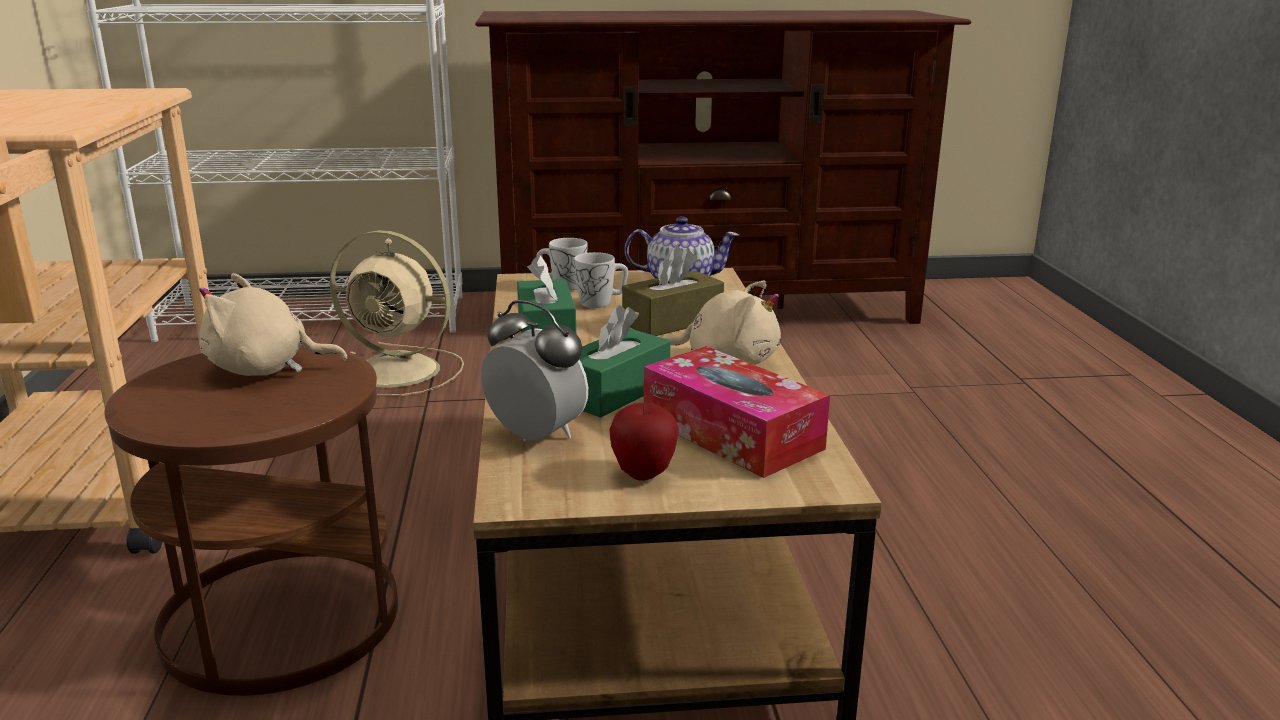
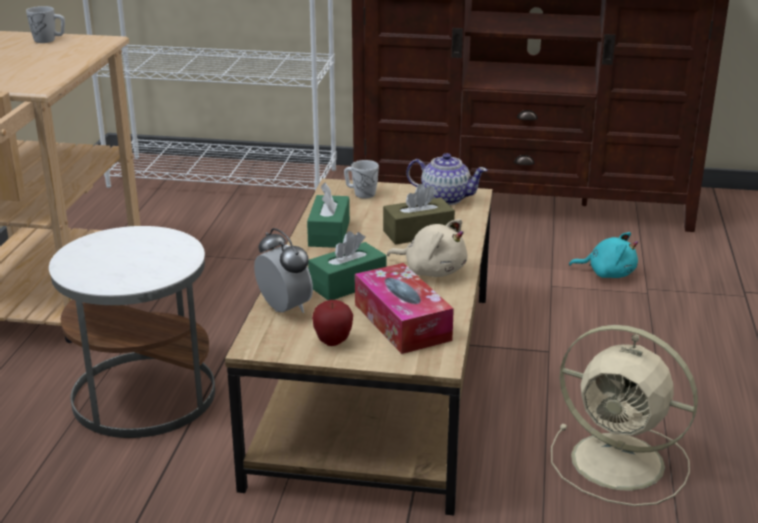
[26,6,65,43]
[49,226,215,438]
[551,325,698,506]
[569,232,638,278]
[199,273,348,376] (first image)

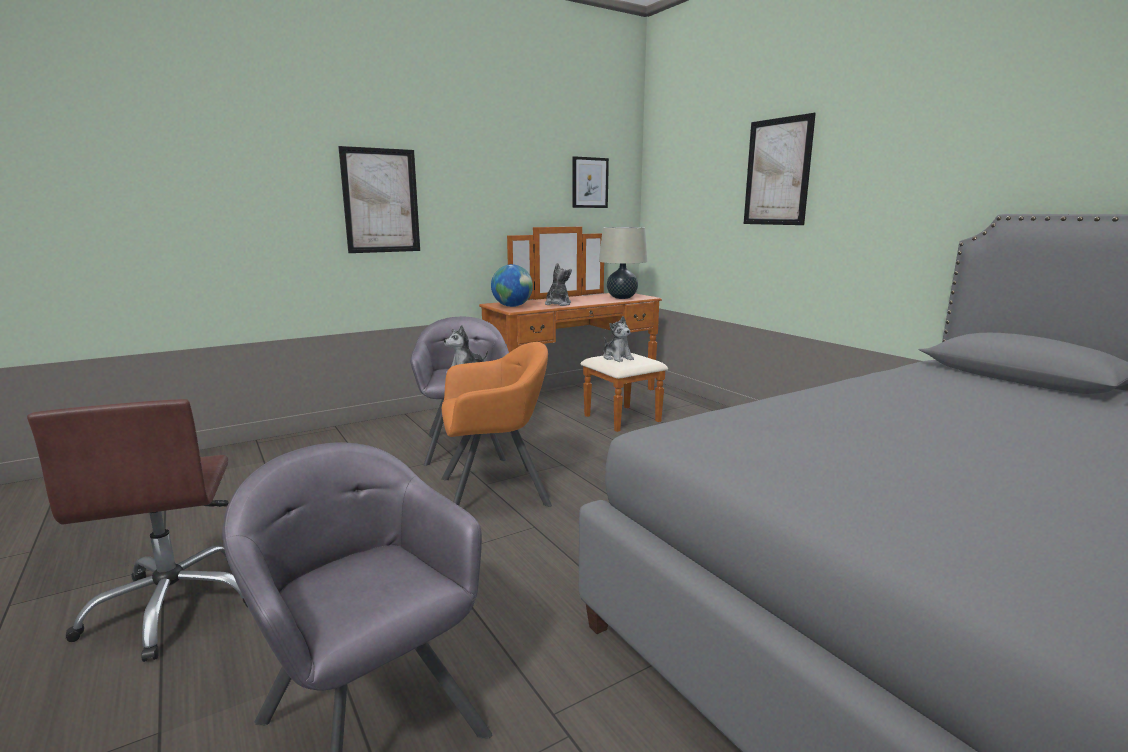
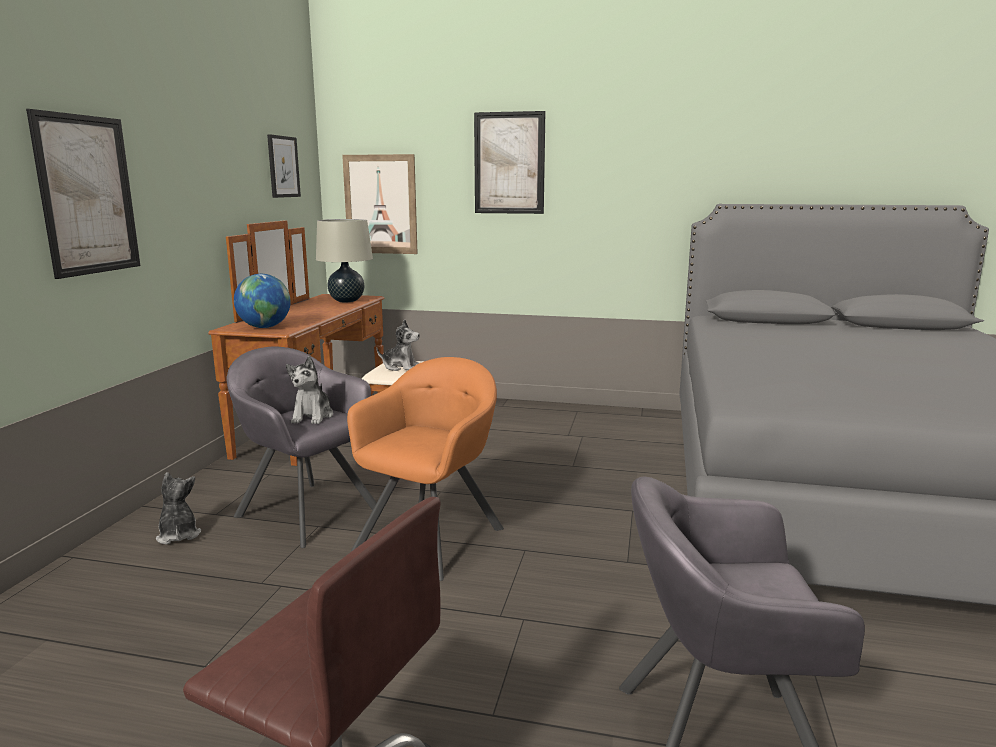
[156,472,201,544]
[342,154,418,254]

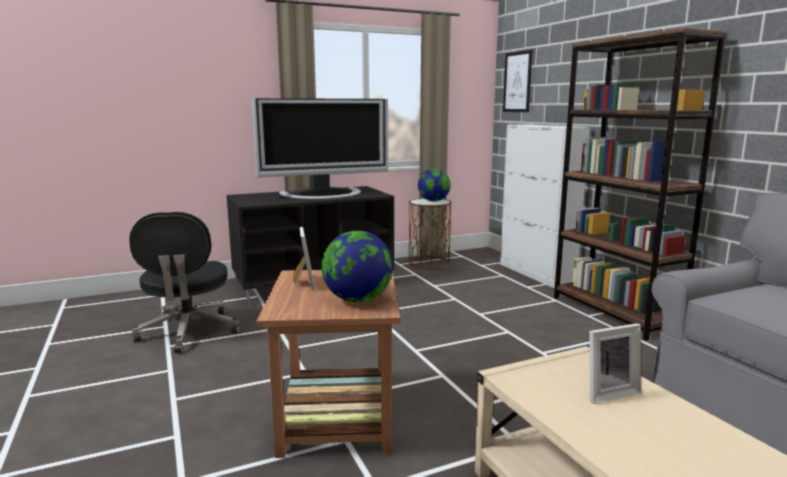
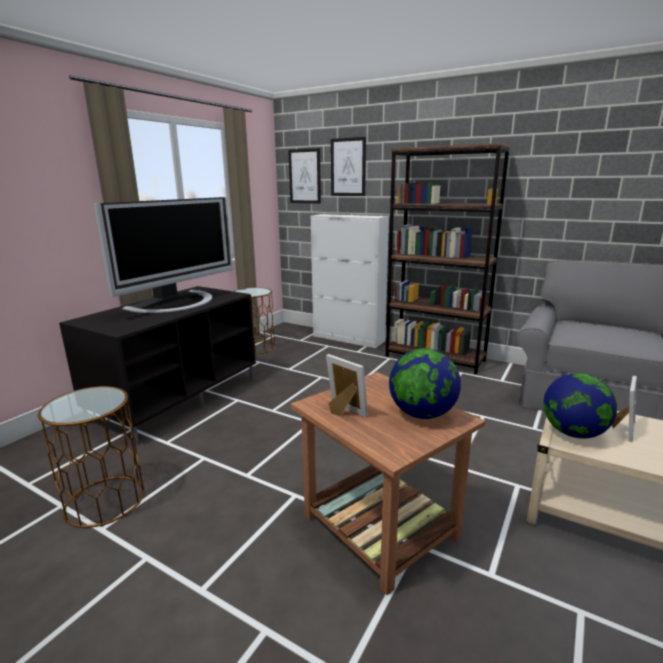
[38,386,144,528]
[331,137,366,196]
[543,373,617,439]

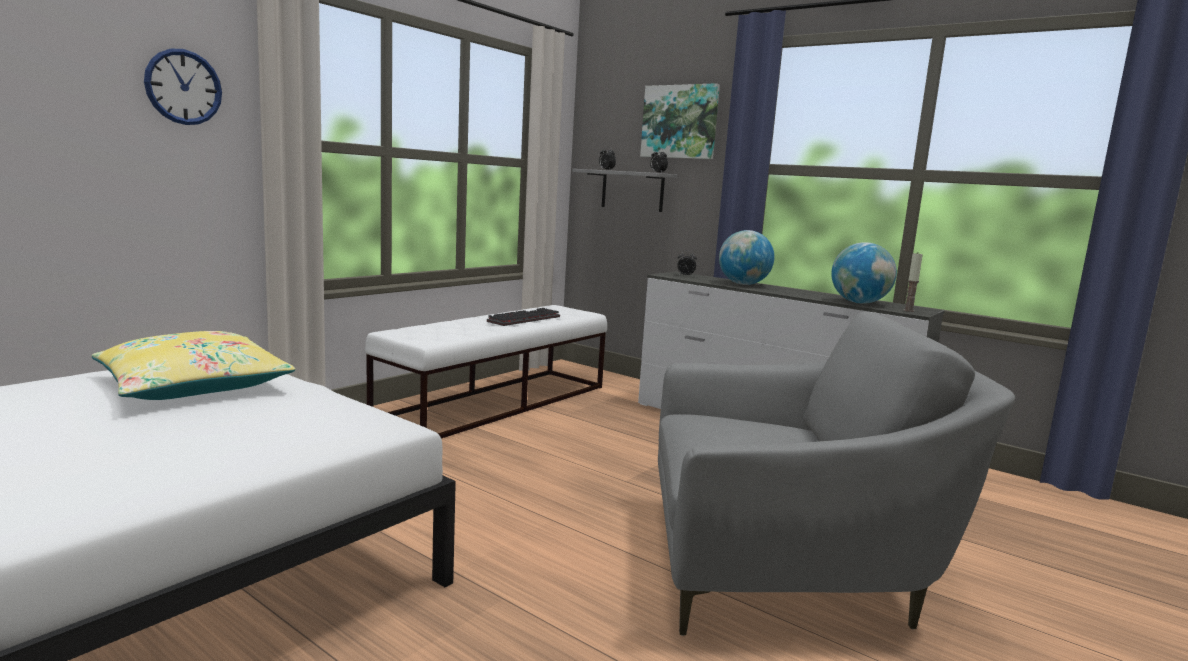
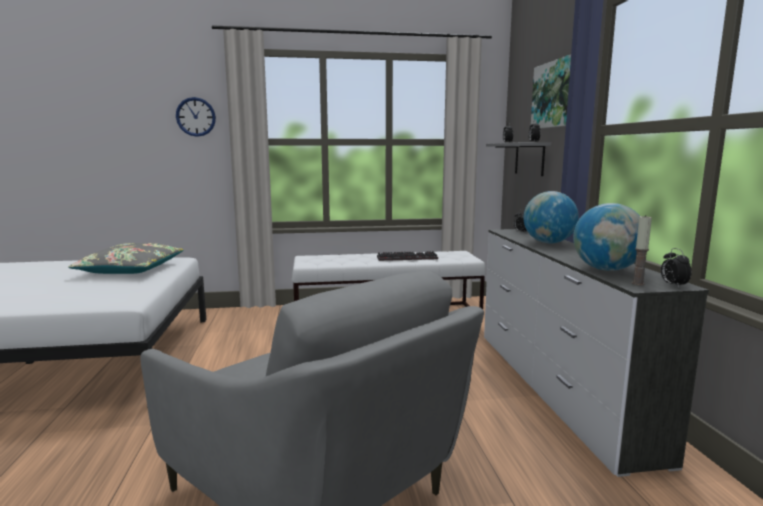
[68,243,184,274]
[661,248,692,287]

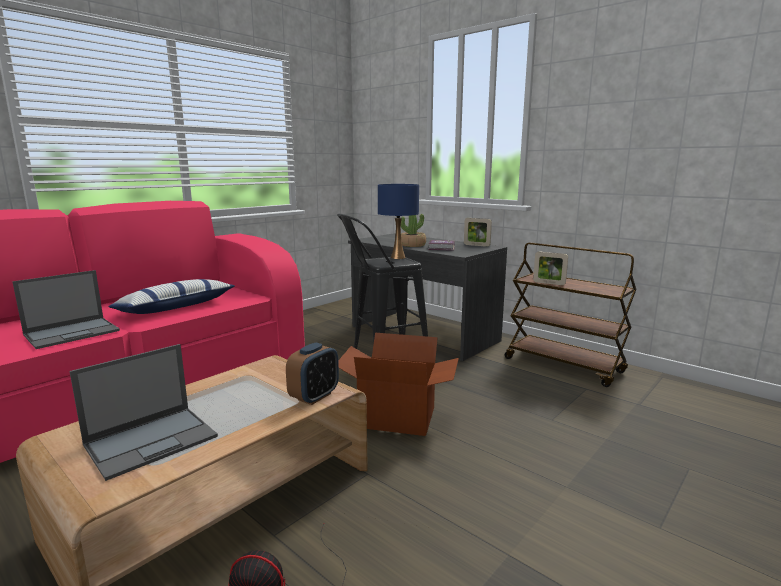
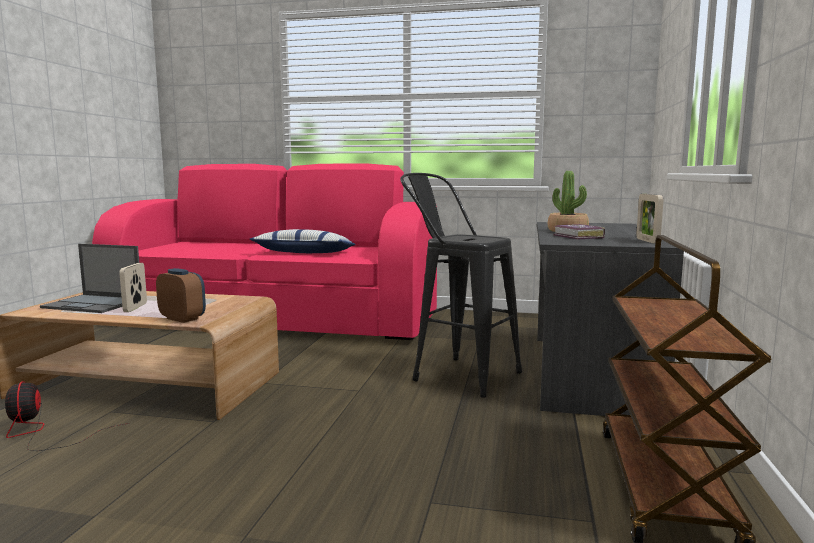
[119,263,147,312]
[156,268,206,323]
[12,270,120,349] (first image)
[338,333,459,436] (first image)
[378,184,419,259] (first image)

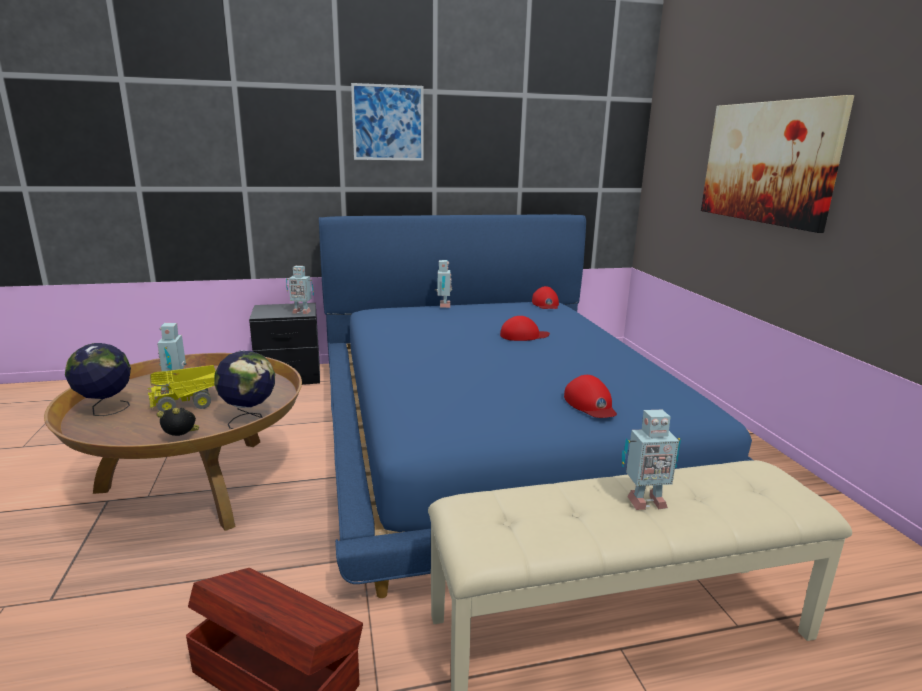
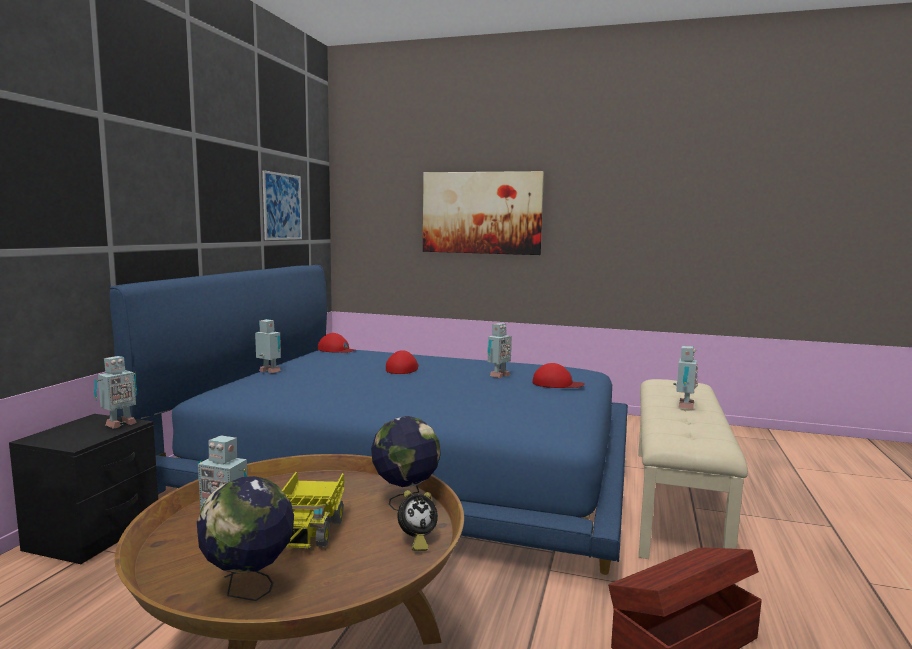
[262,170,302,240]
[397,490,438,551]
[487,323,512,378]

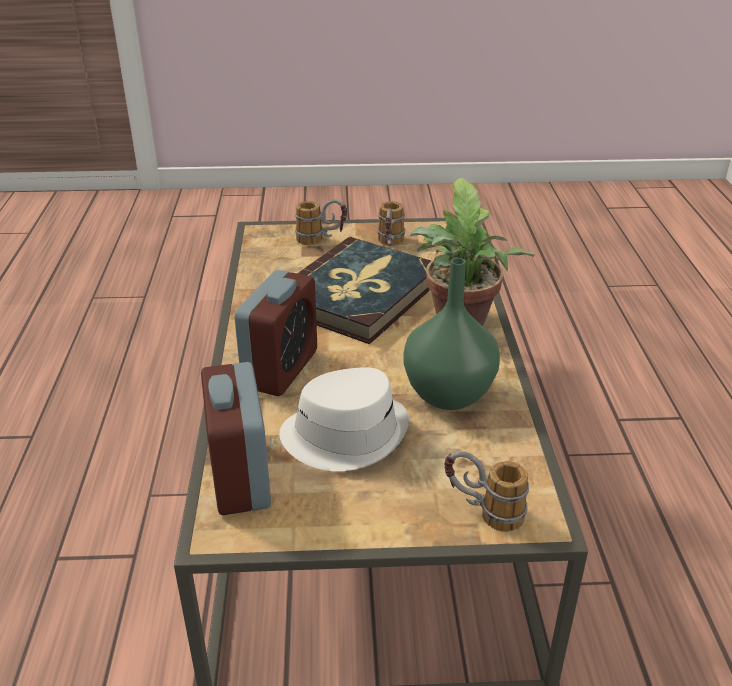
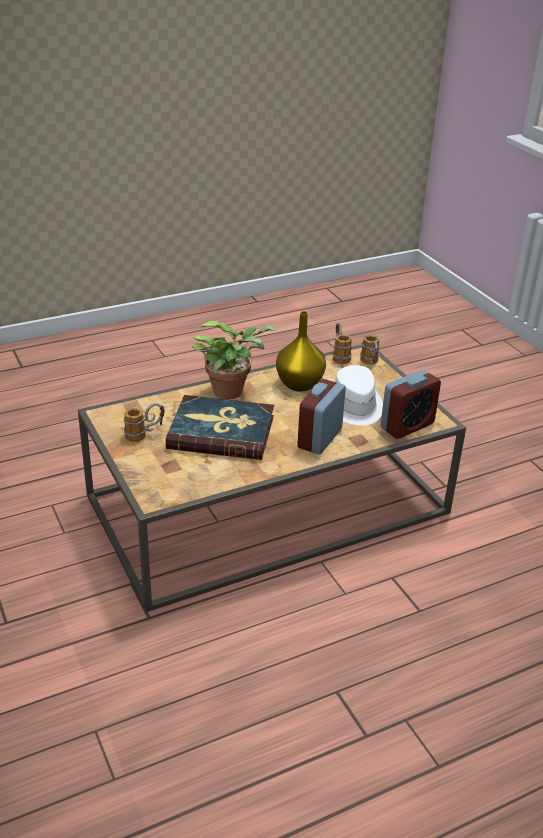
[276,311,326,392]
[297,379,346,454]
[333,323,352,364]

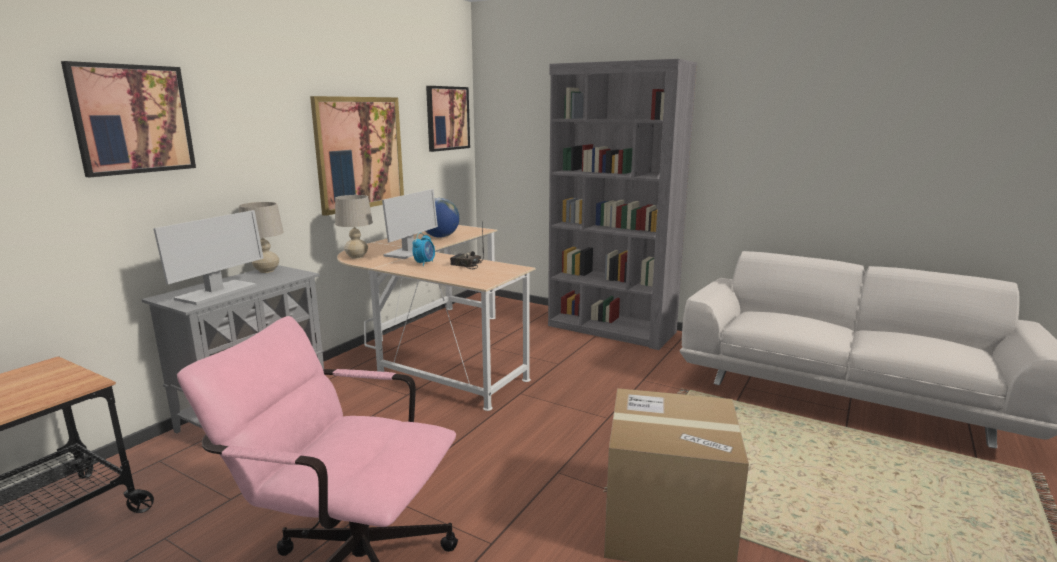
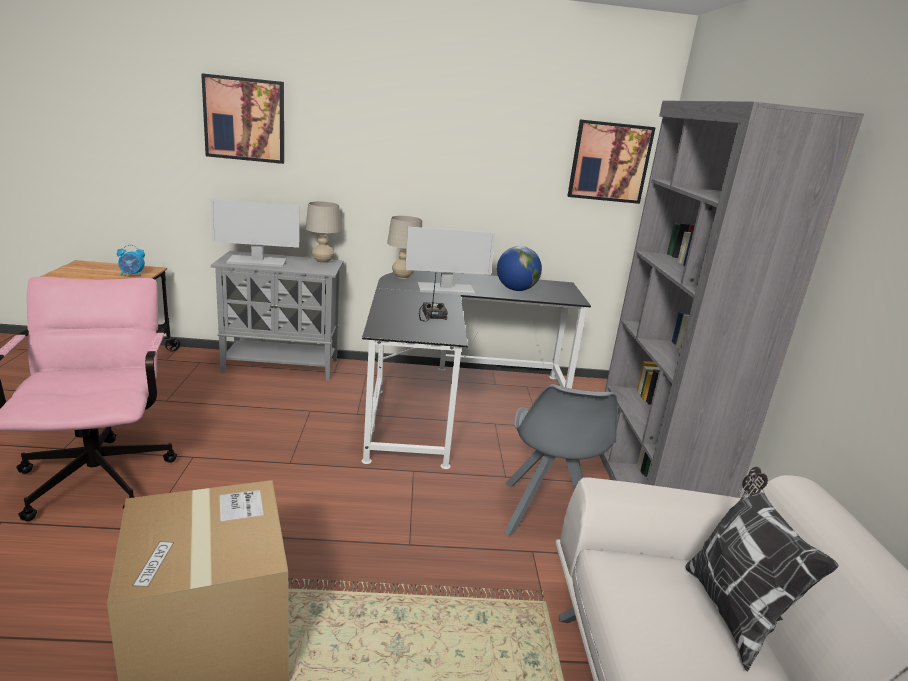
[117,245,145,276]
[362,271,591,469]
[504,384,618,536]
[686,467,839,671]
[310,96,404,216] (first image)

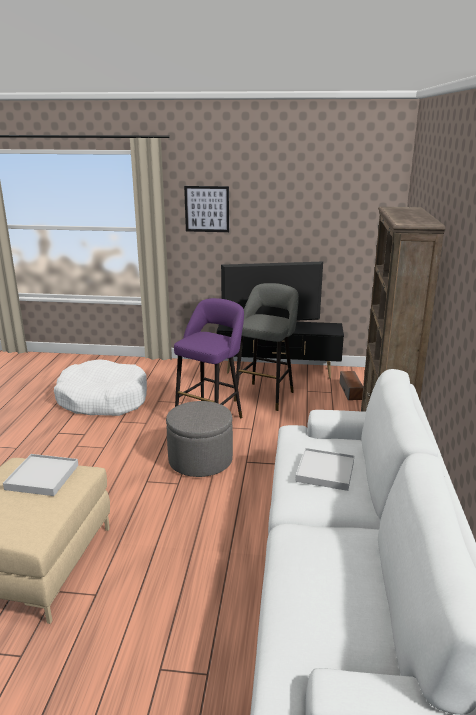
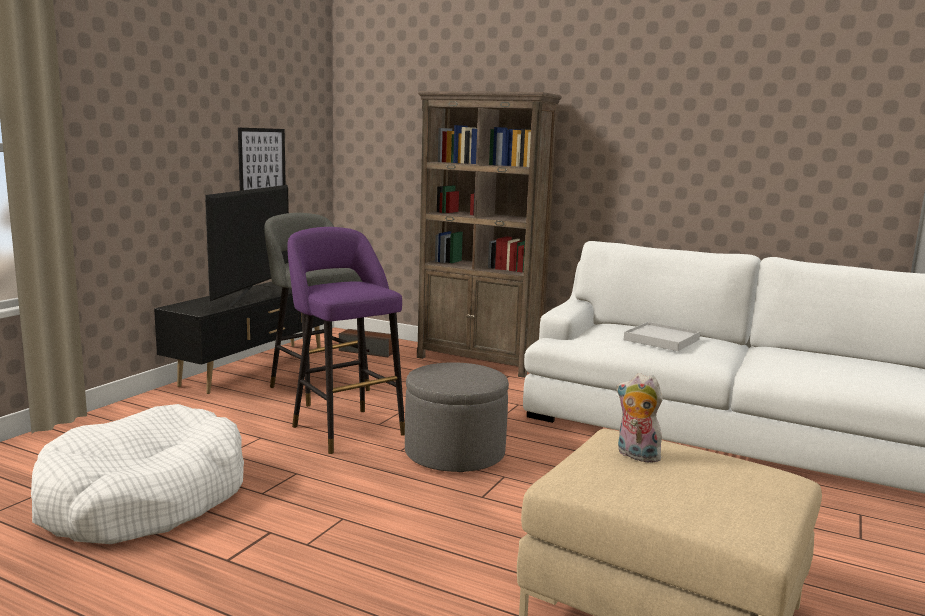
[238,128,286,191]
[616,373,665,463]

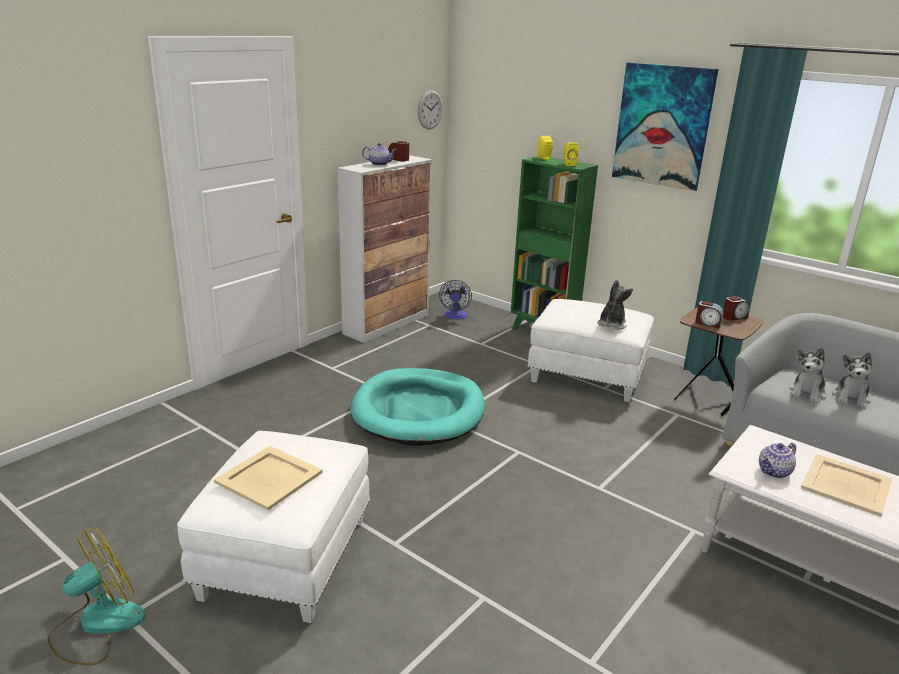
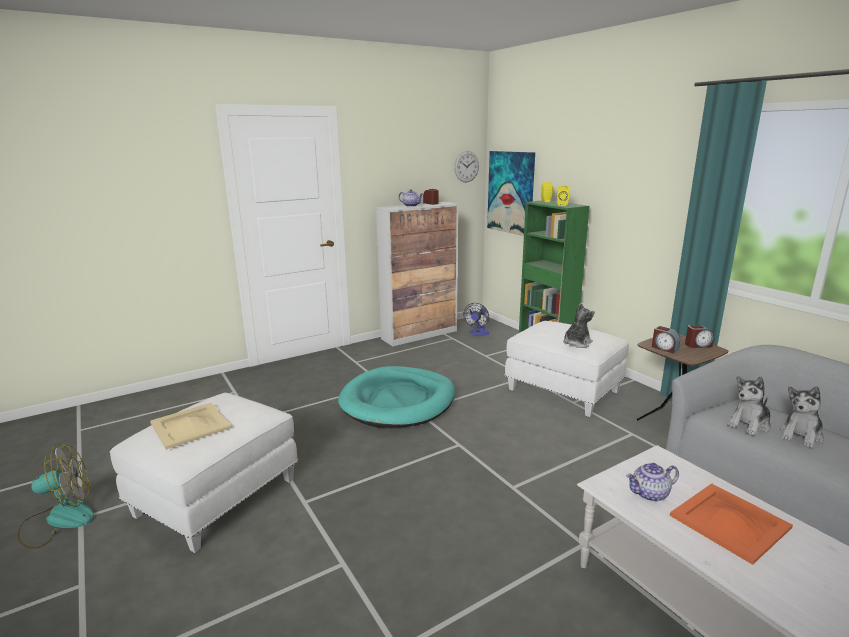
[487,151,535,236]
[670,483,793,565]

